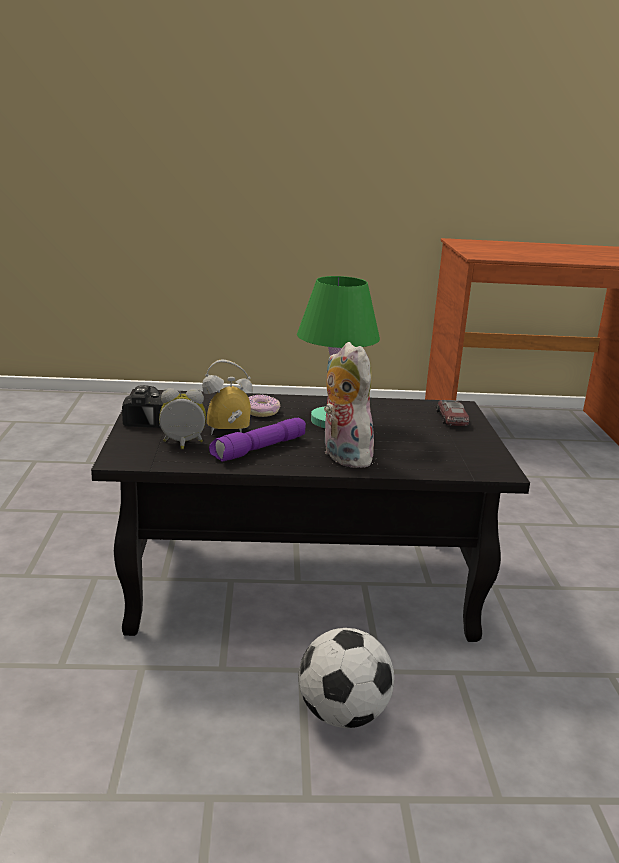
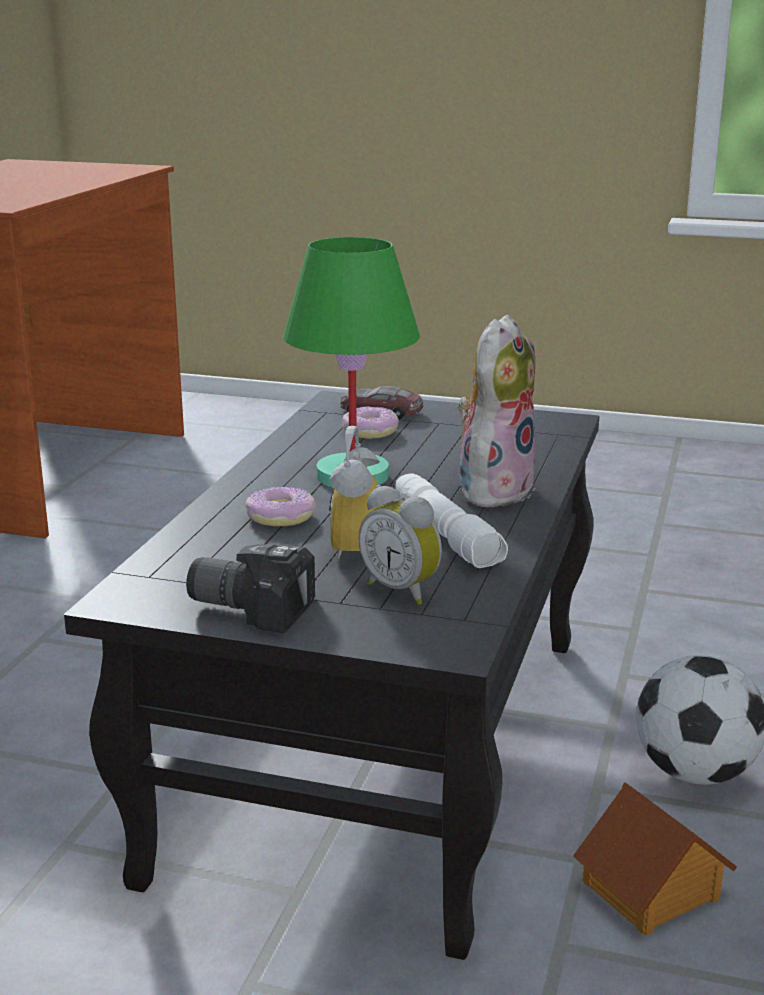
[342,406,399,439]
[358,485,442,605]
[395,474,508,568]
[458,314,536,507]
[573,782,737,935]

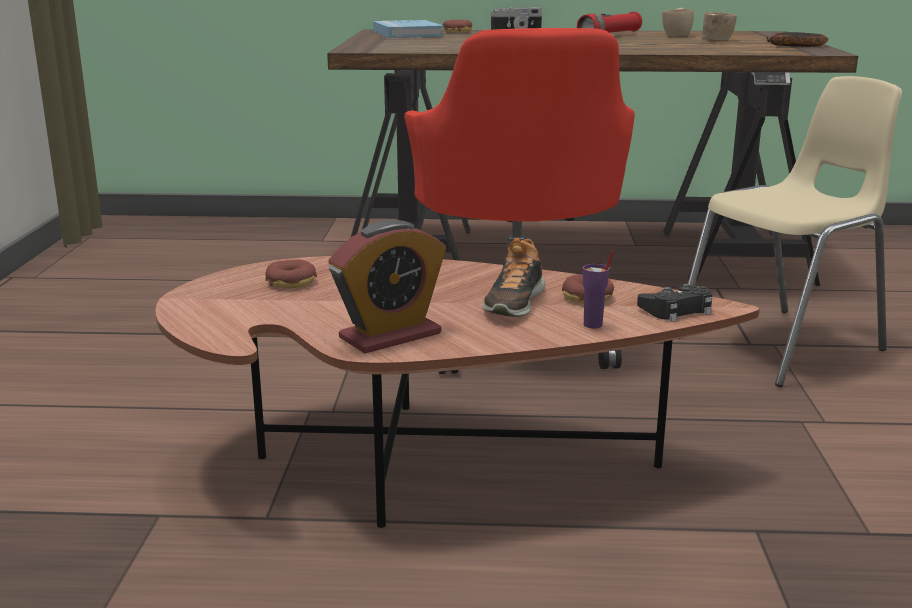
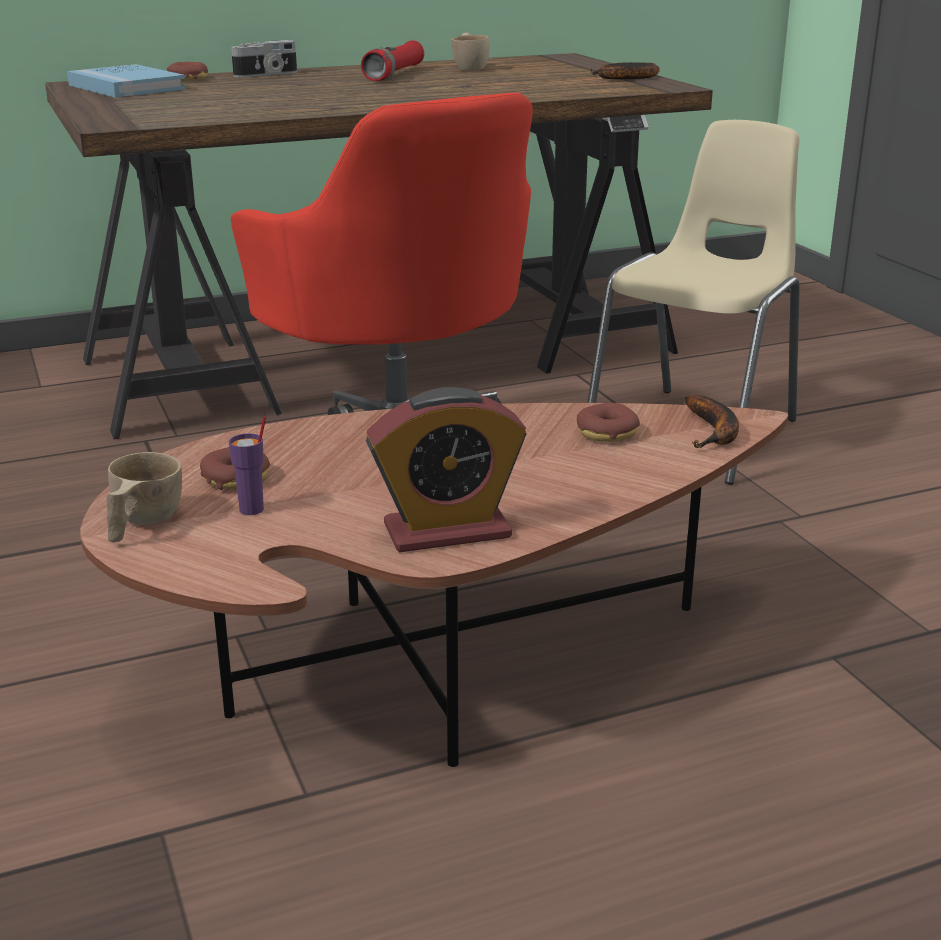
[106,452,182,543]
[229,416,266,515]
[366,387,526,552]
[685,395,739,448]
[483,238,546,317] (first image)

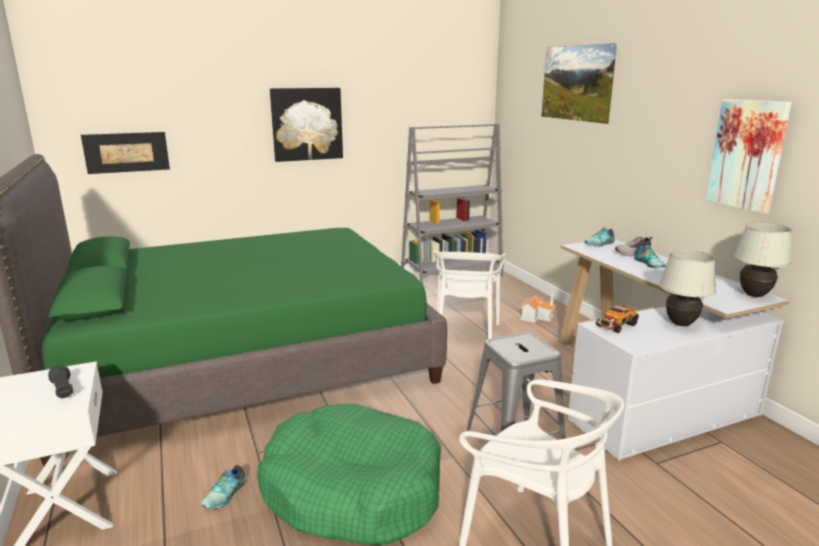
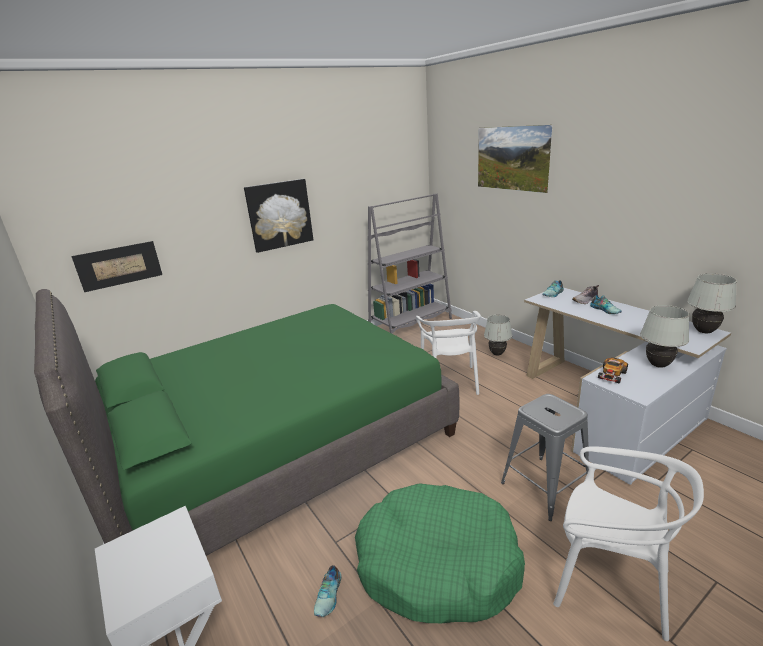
[484,315,512,356]
[48,365,74,398] (first image)
[706,99,792,214] (first image)

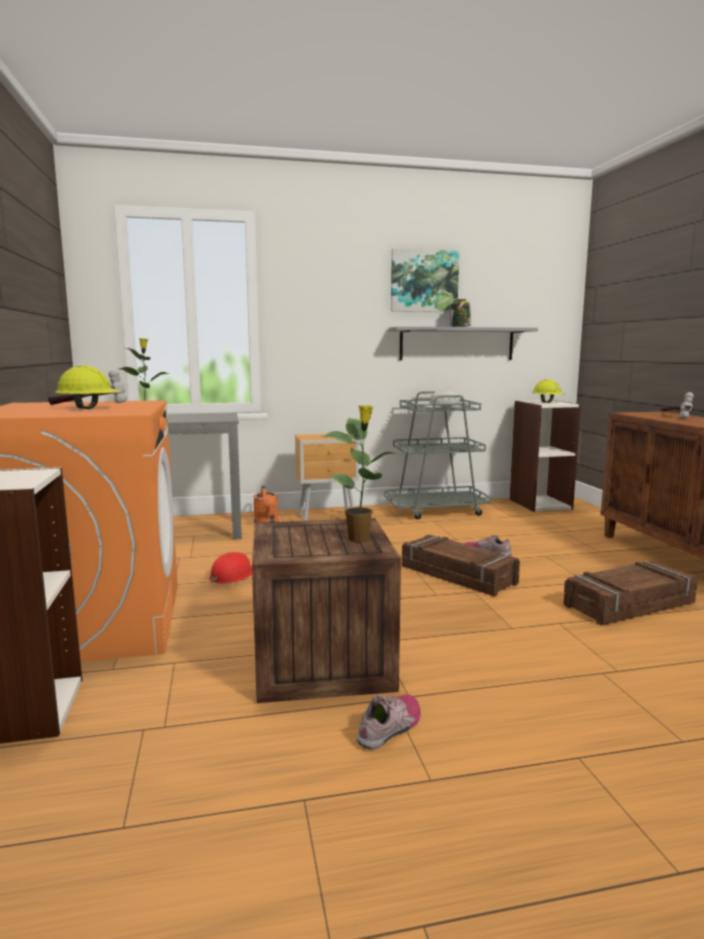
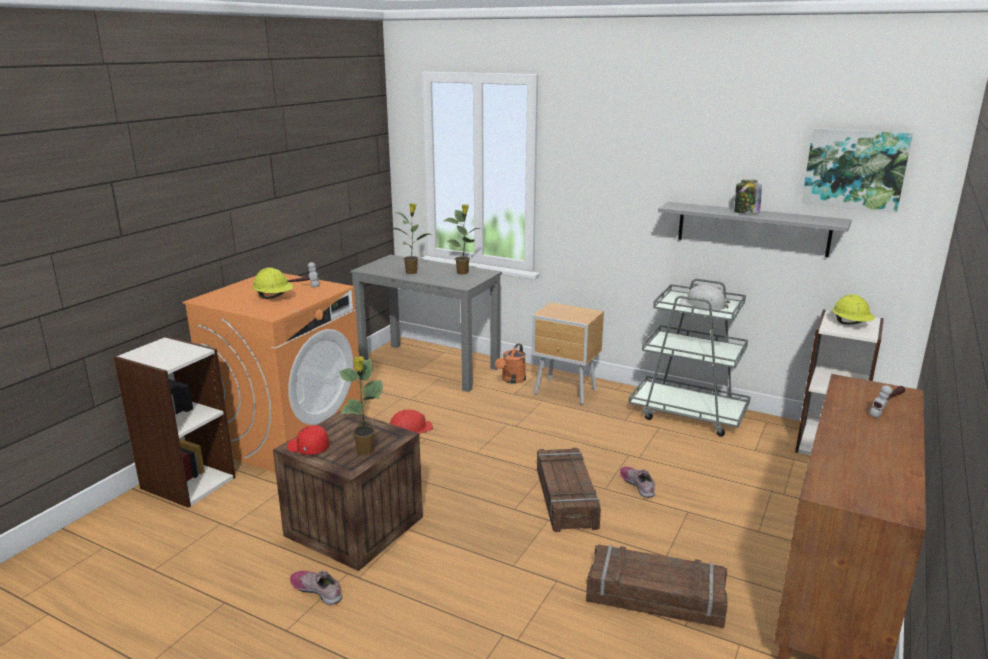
[287,425,329,455]
[290,571,342,605]
[444,205,481,274]
[802,128,913,212]

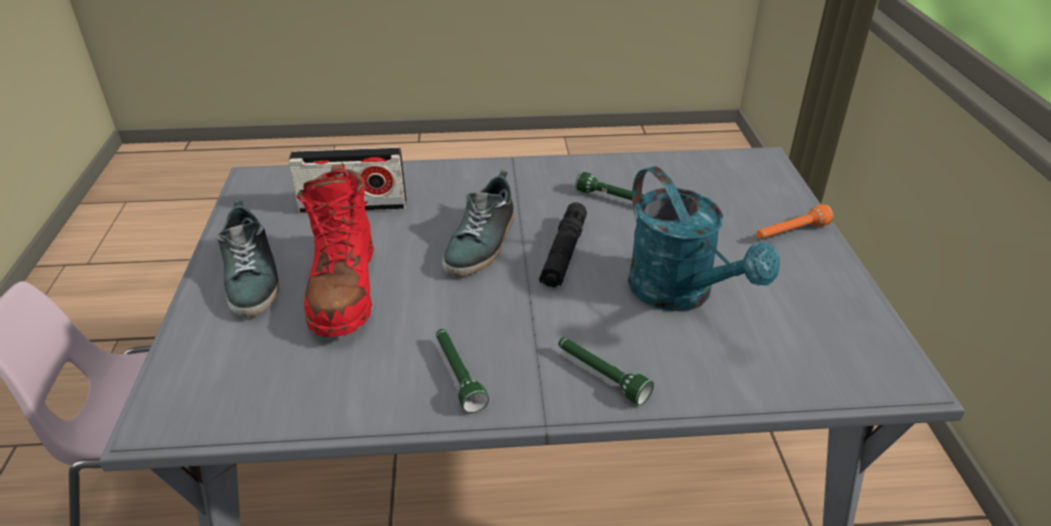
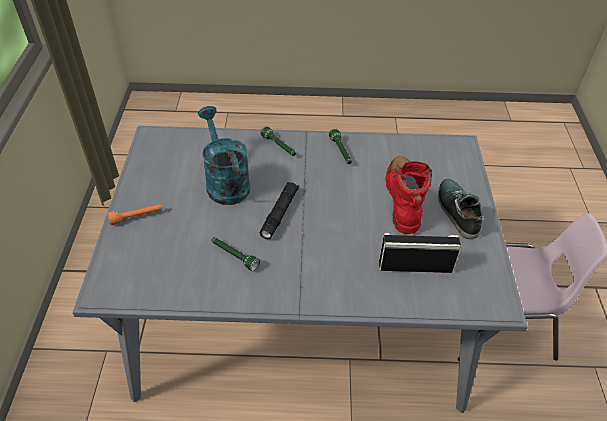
[442,170,514,276] (first image)

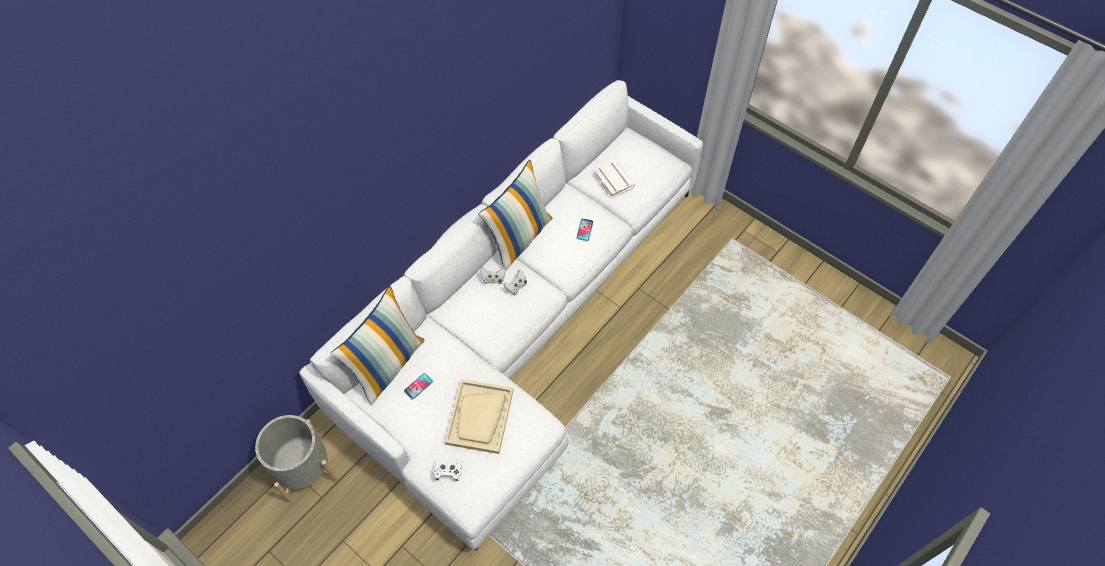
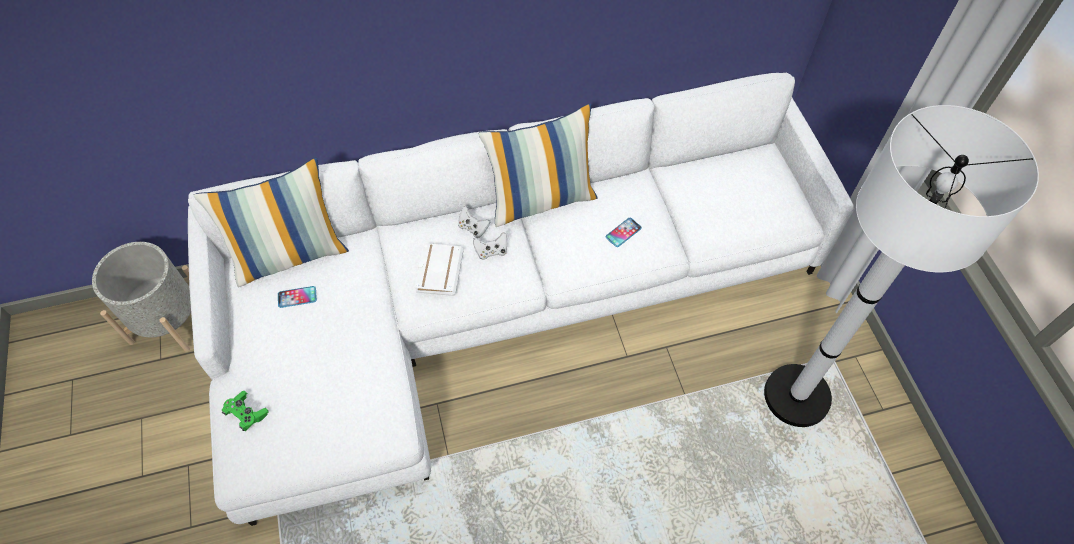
[221,391,269,431]
[415,243,464,296]
[764,105,1039,427]
[445,379,513,454] (first image)

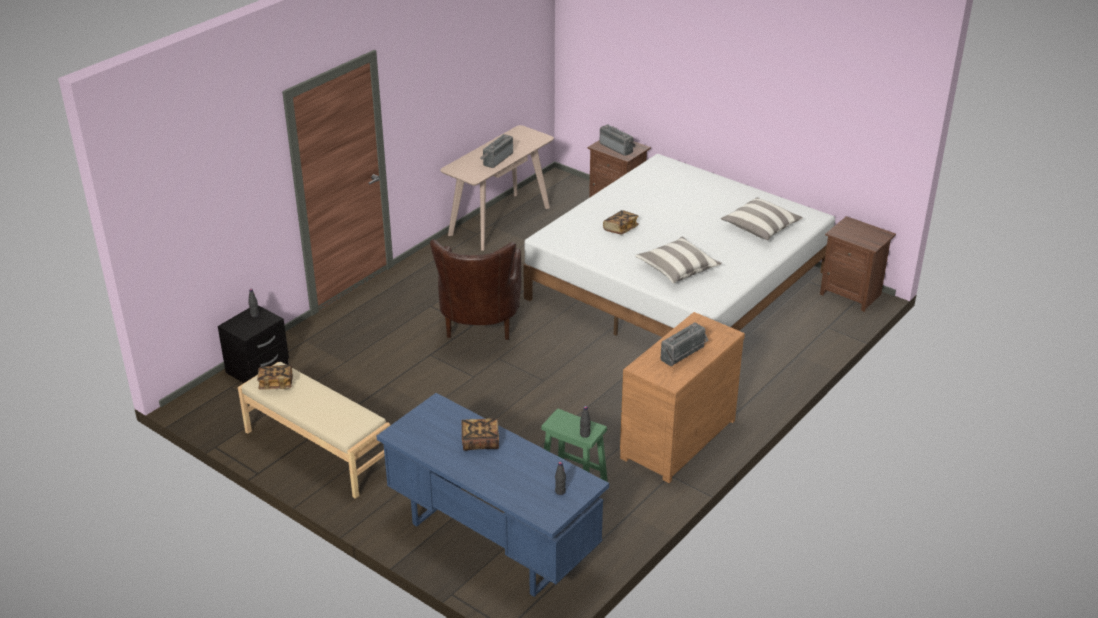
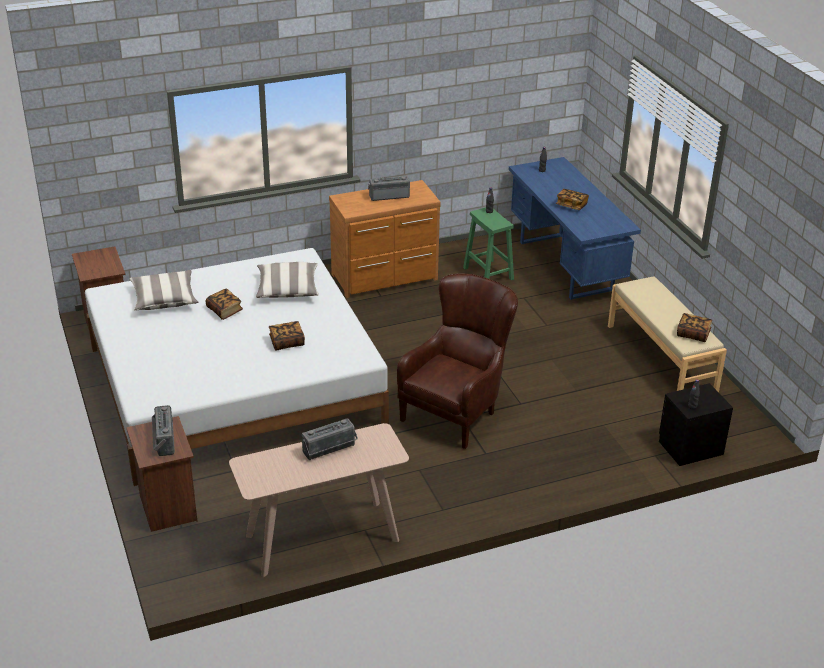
[206,288,243,320]

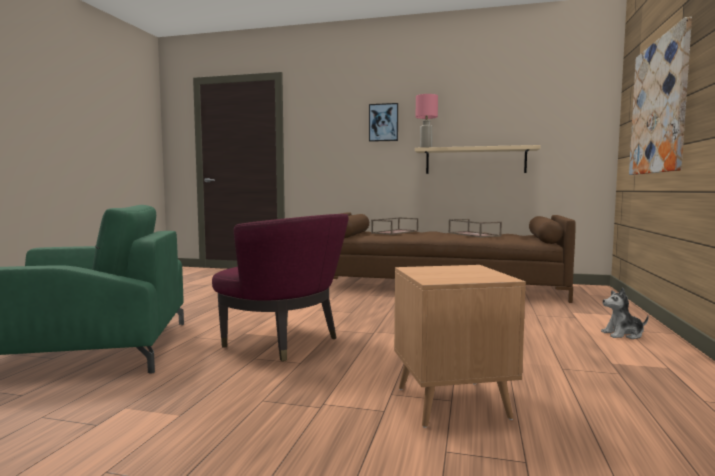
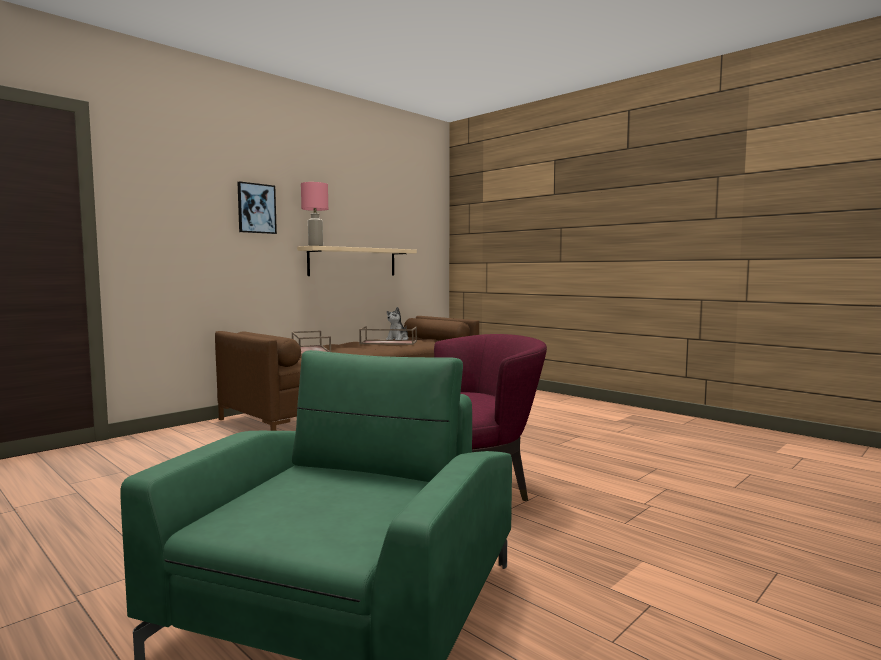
[386,307,409,340]
[394,265,526,428] (first image)
[629,17,692,175] (first image)

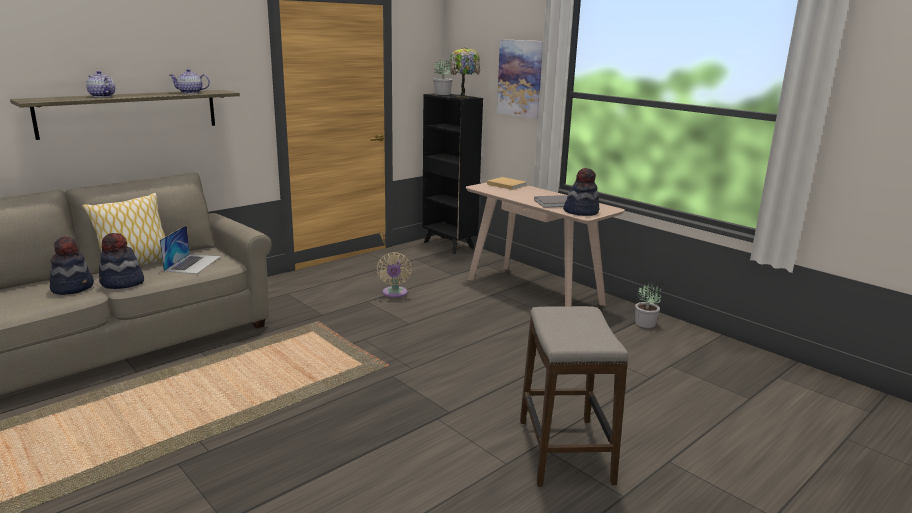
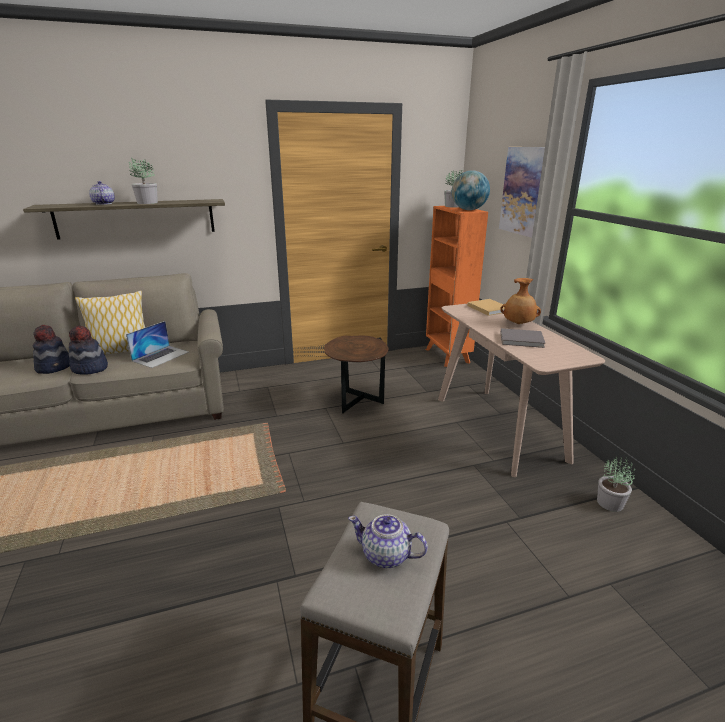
[129,157,158,204]
[324,336,389,414]
[348,514,428,568]
[426,206,488,367]
[452,170,490,210]
[500,278,541,324]
[563,168,599,216] (first image)

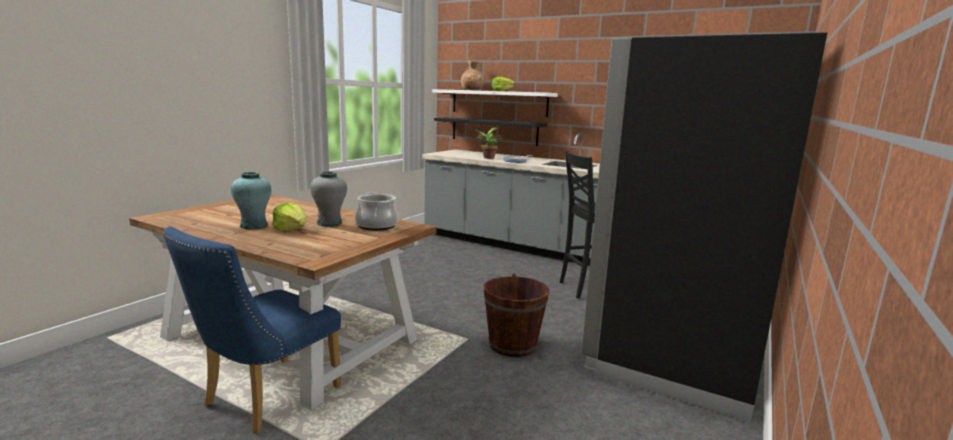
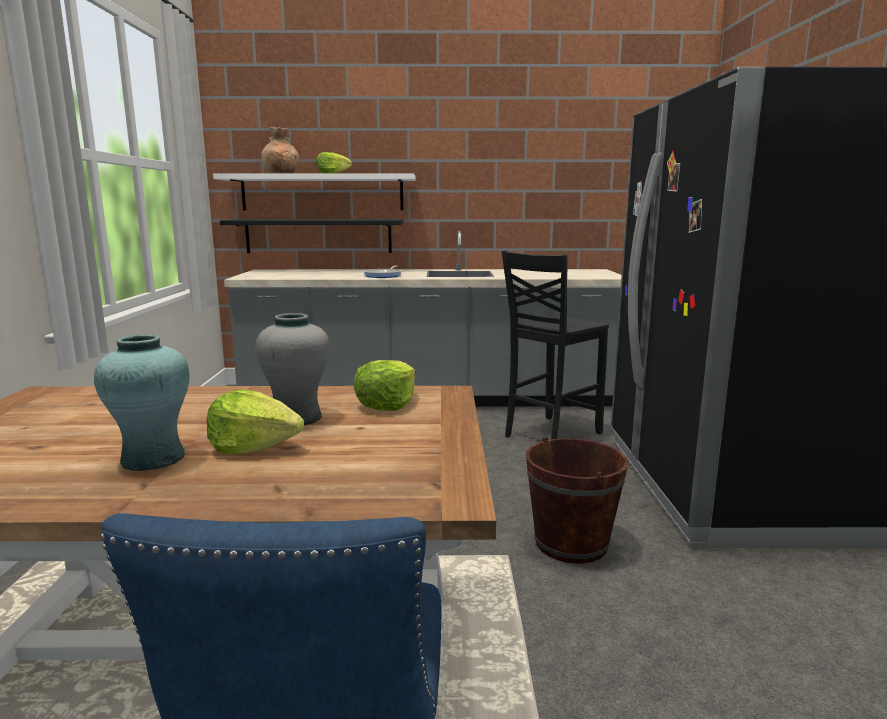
[354,360,415,411]
[473,128,502,159] (first image)

